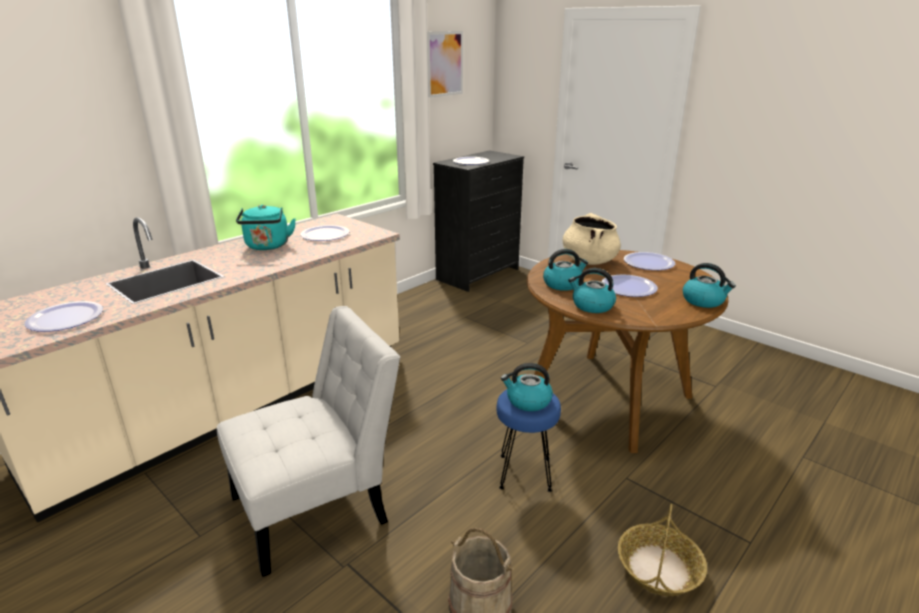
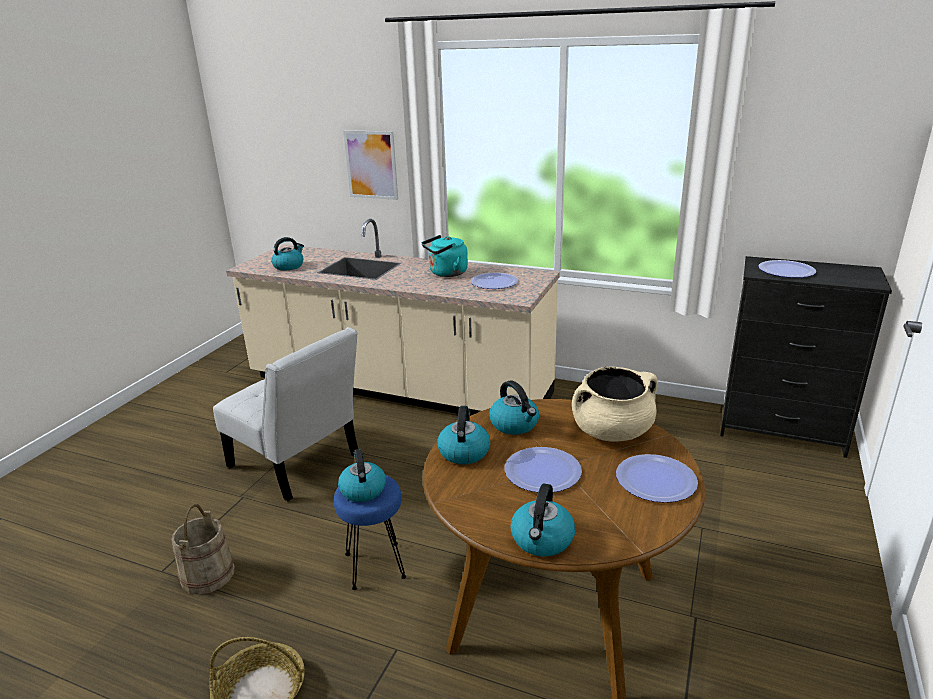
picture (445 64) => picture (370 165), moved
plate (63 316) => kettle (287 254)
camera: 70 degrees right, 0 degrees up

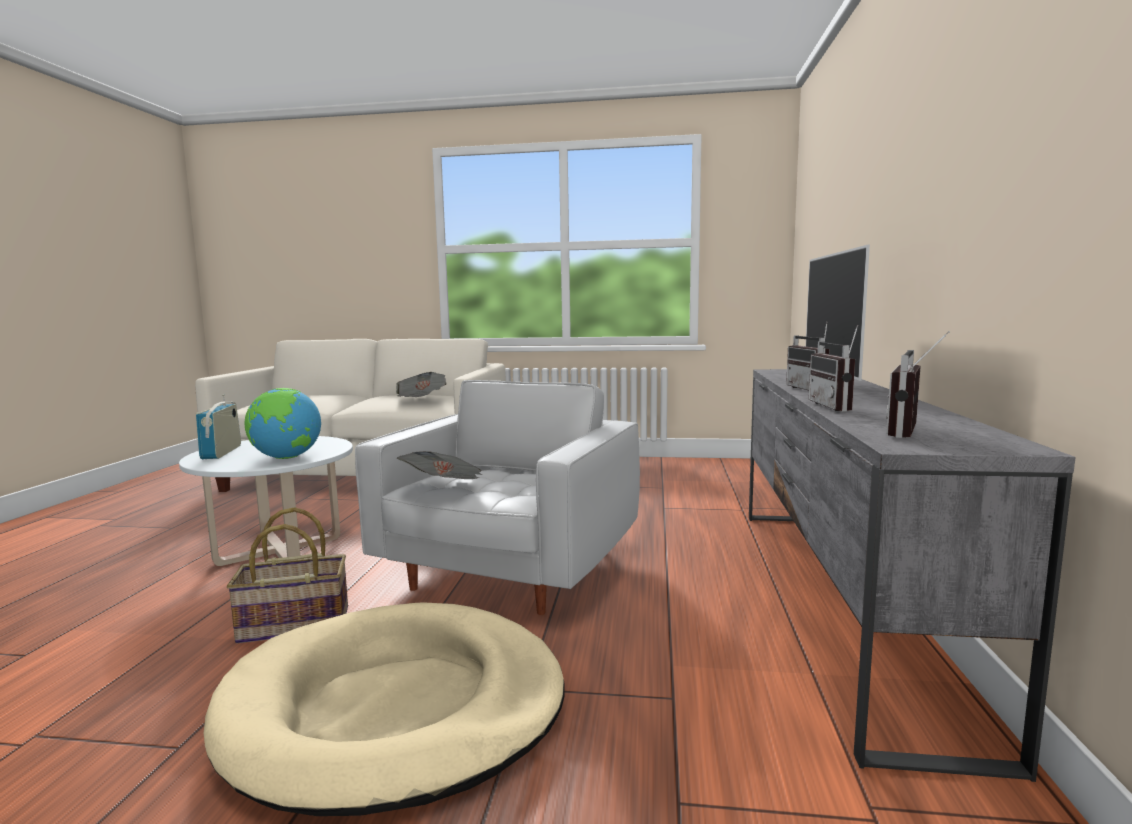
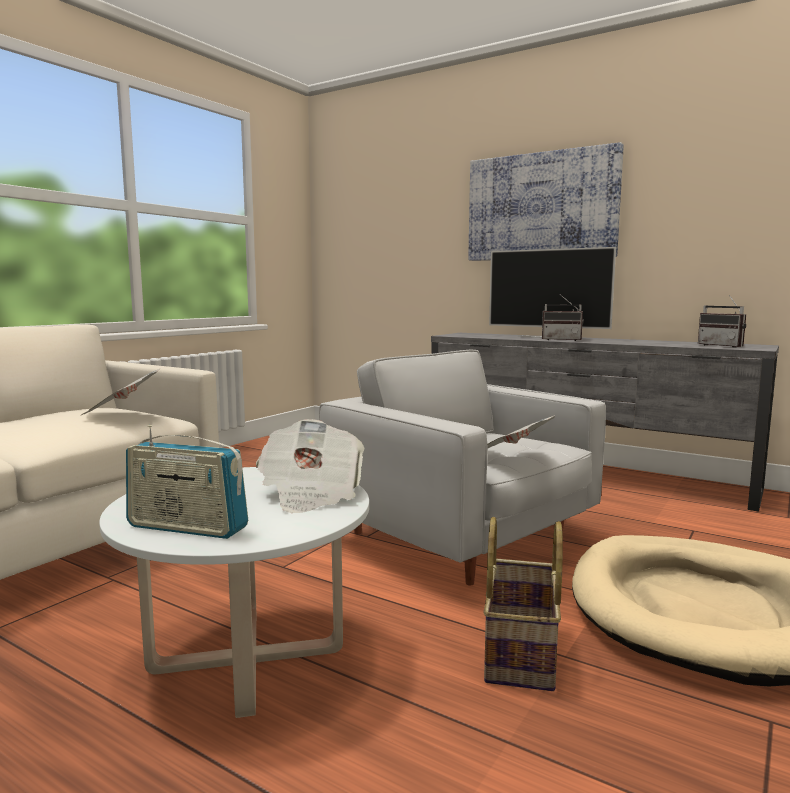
radio (833 368) => nothing
globe (283 423) => newspaper (310 466)
nothing => picture (546 201)
camera: 65 degrees left, 0 degrees up

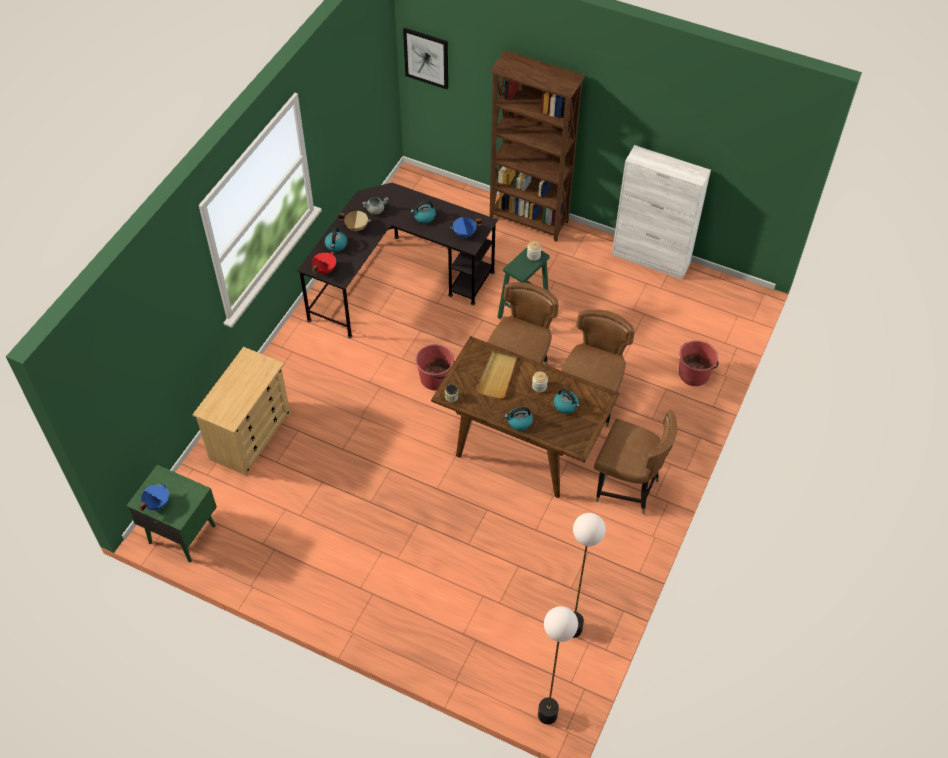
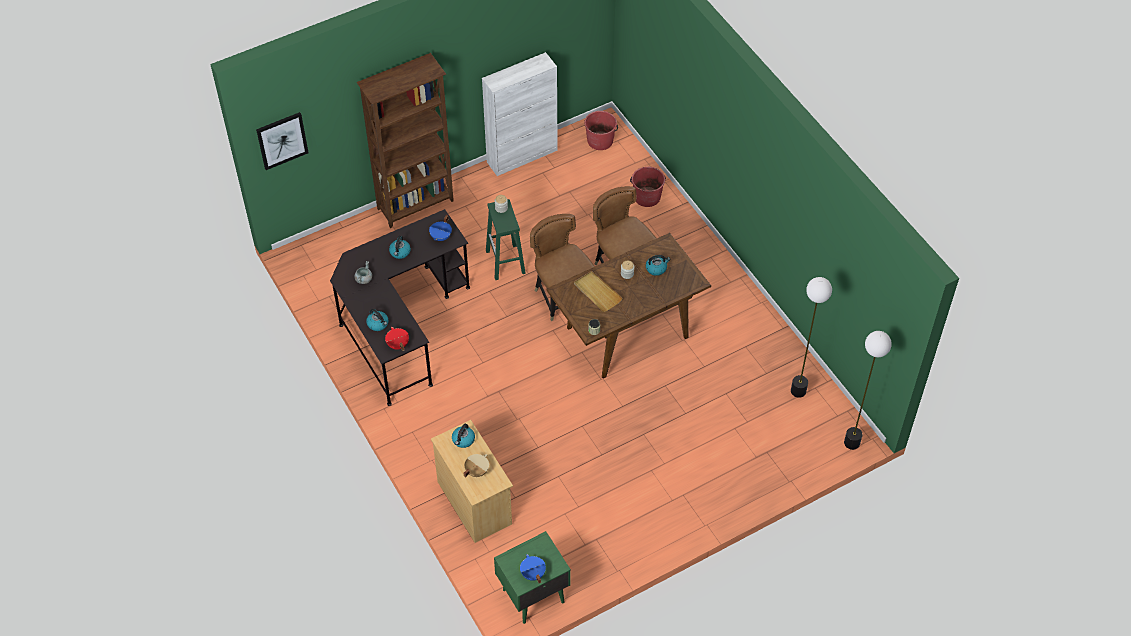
beige cooking pot (355 221) => beige cooking pot (476 465), moved
red bucket (435 367) => red bucket (601 130), moved
kettle (518 419) => kettle (463 436), moved
brown chair (635 462) => nothing
camera: 55 degrees left, 0 degrees up

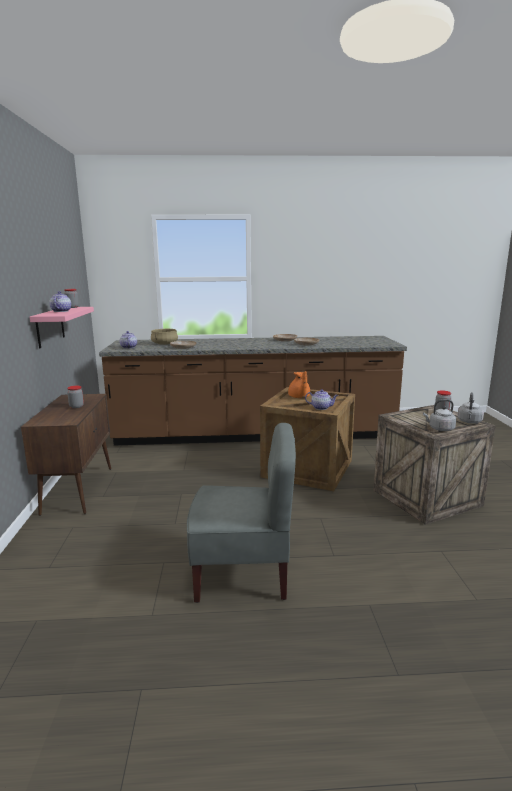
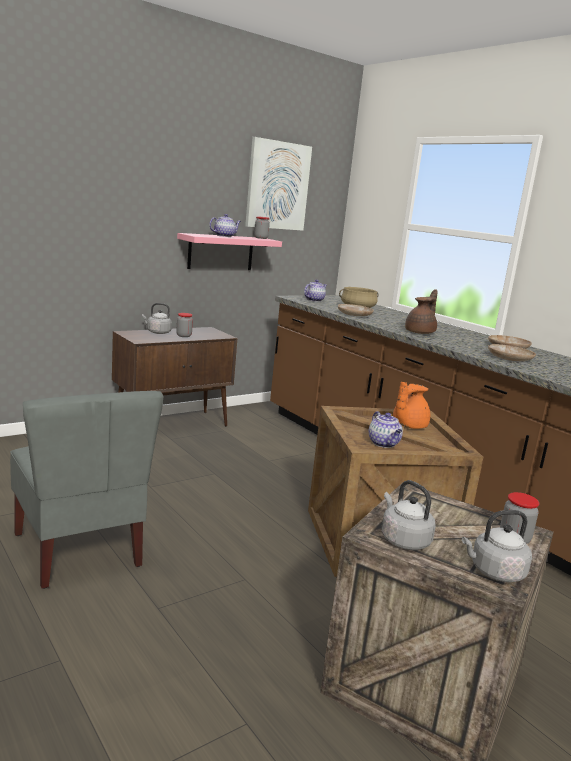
nothing => picture (278 184)
nothing => brown teapot (421 311)
nothing => grey kettle (157 318)
camera: 55 degrees right, 0 degrees up

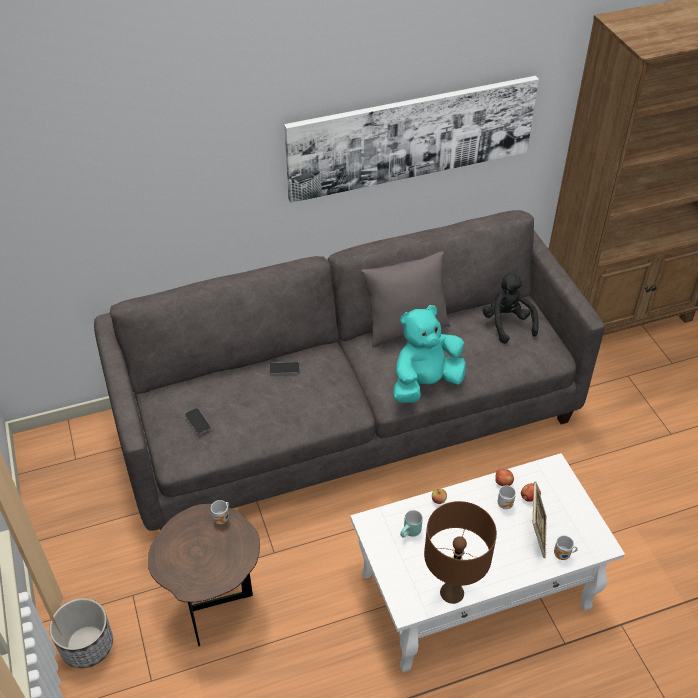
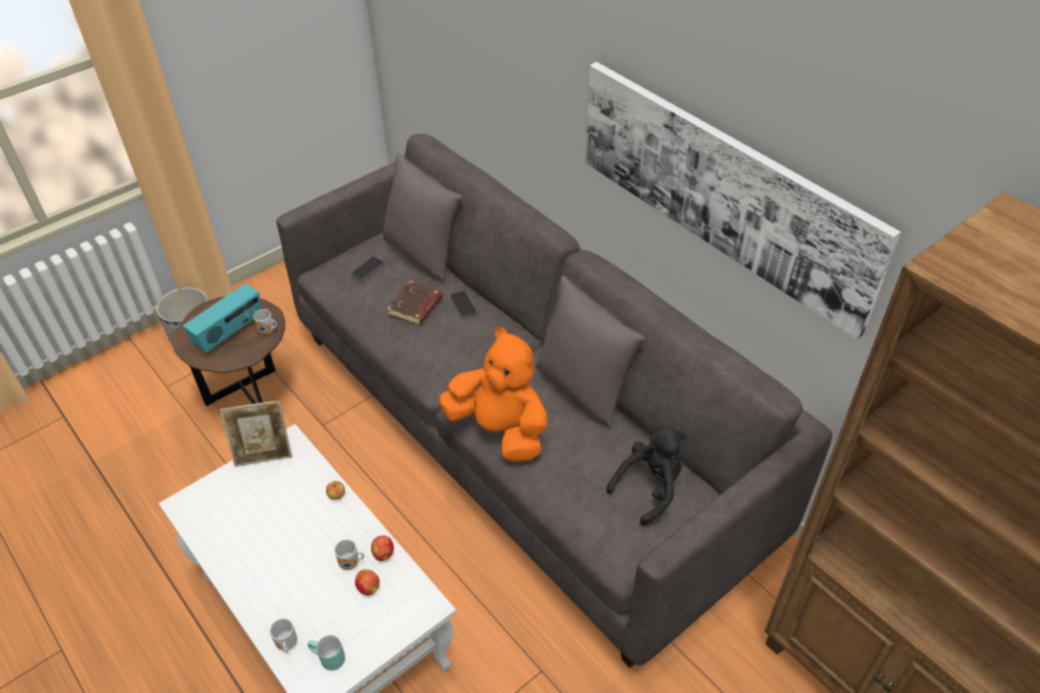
turquoise plush toy (429 354) => orange plush toy (493 394)
picture frame (540 520) => picture frame (256 433), moved
brown table lamp (460 552) => nothing
turquoise mug (411 524) => turquoise mug (326 652), moved
nothing => grey pillow (422 218)
nothing => brown book (415 302)
nothing => radio (222 318)
camera: 70 degrees right, 0 degrees up

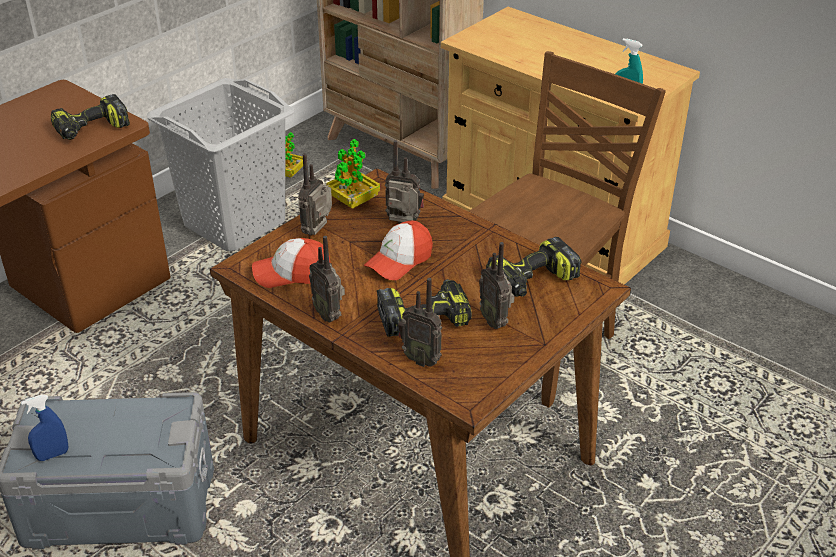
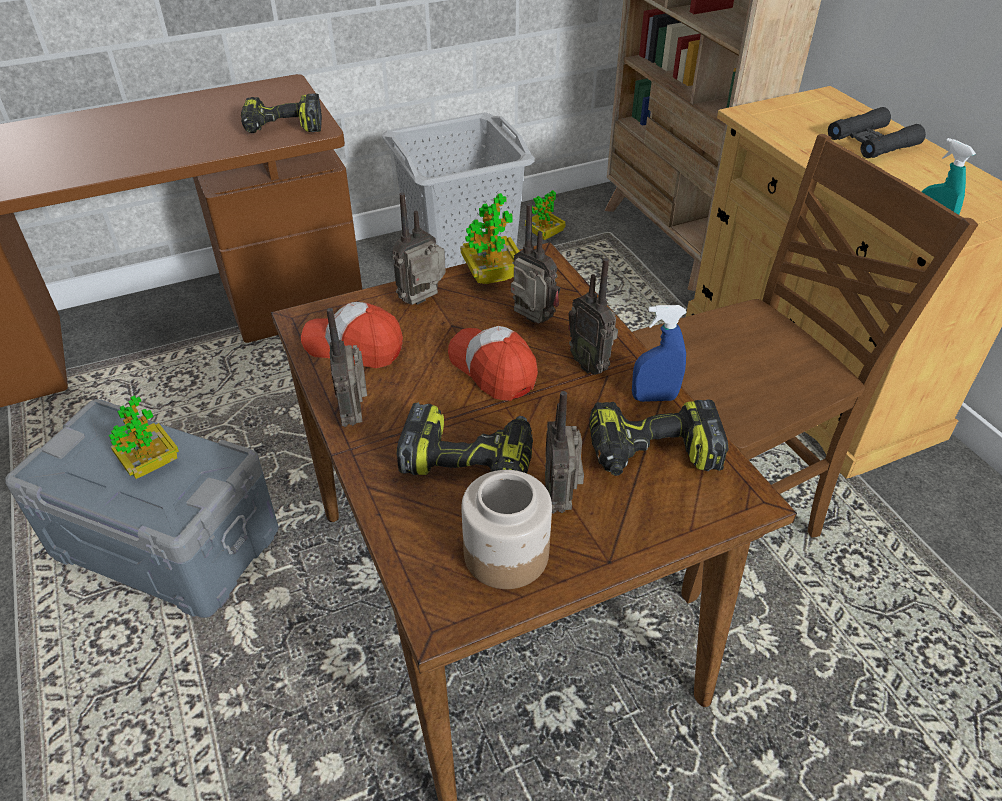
cap (398 250) => cap (493 363), 75 degrees clockwise
radio (420 322) => radio (593 316), moved
blue spray bottle (44 428) => blue spray bottle (659 353), moved
nothing => black binoculars (877 132)
nothing => potted plant (144 437)
nothing => jar (506 529)
camera: 25 degrees right, 5 degrees up

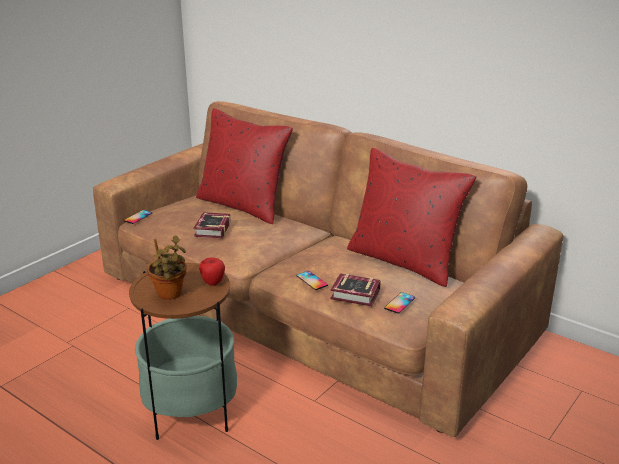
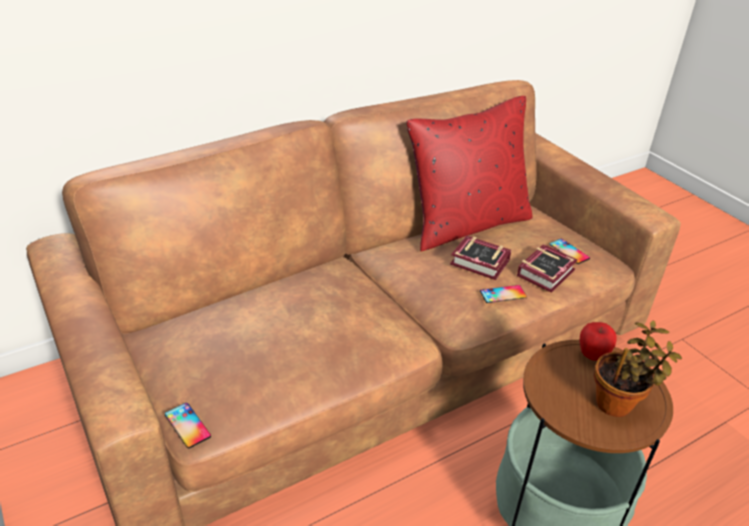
red pillow (244 166) => nothing
book (212 225) => book (481 257), moved
camera: 70 degrees left, 10 degrees up

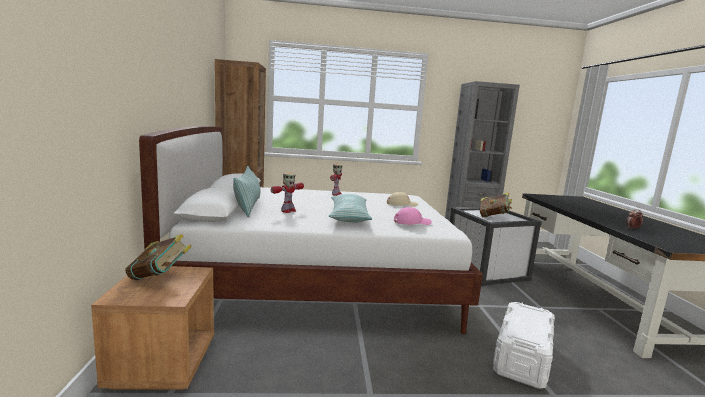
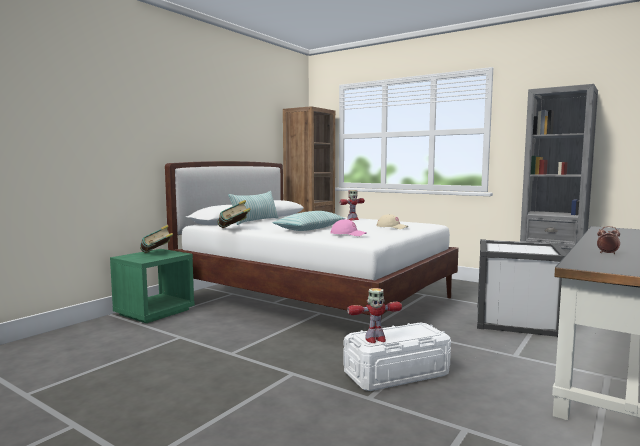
toy robot (287 193) => toy robot (374 315), moved
book (496 204) => book (234 214), moved
brown nightstand (152 328) => green nightstand (152 286)
camera: 40 degrees right, 5 degrees down

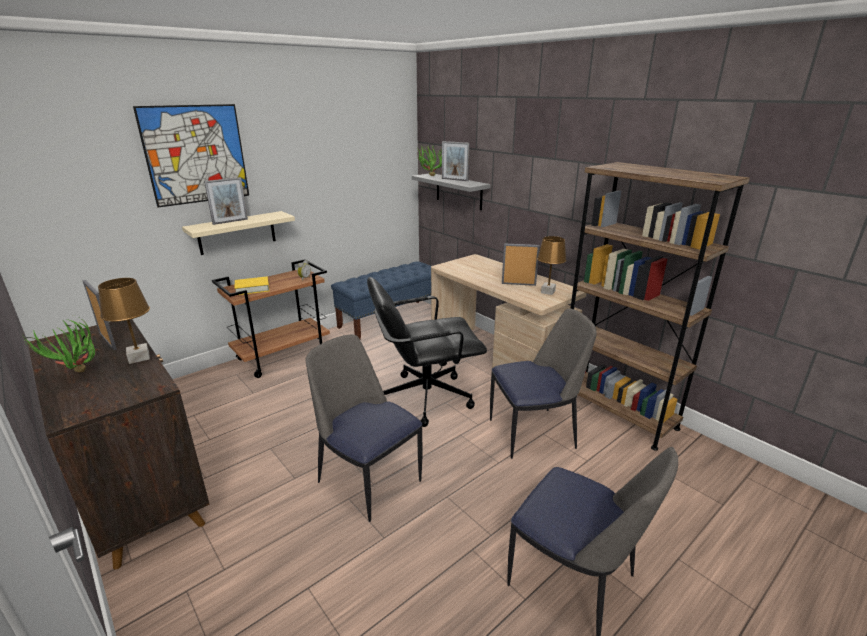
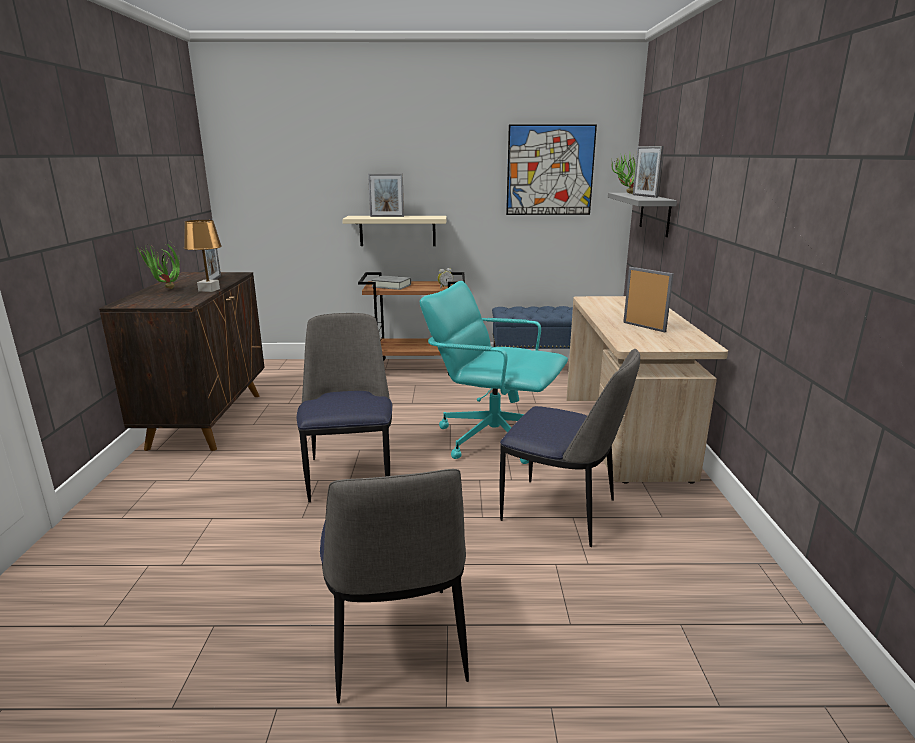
picture (191 155) => picture (551 170), moved
brown bookcase (660 306) => nothing
brown table lamp (552 265) => nothing
yellow book (251 285) => grey book (391 282)
black office chair (427 352) => turquoise office chair (494 372)
camera: 40 degrees right, 5 degrees down

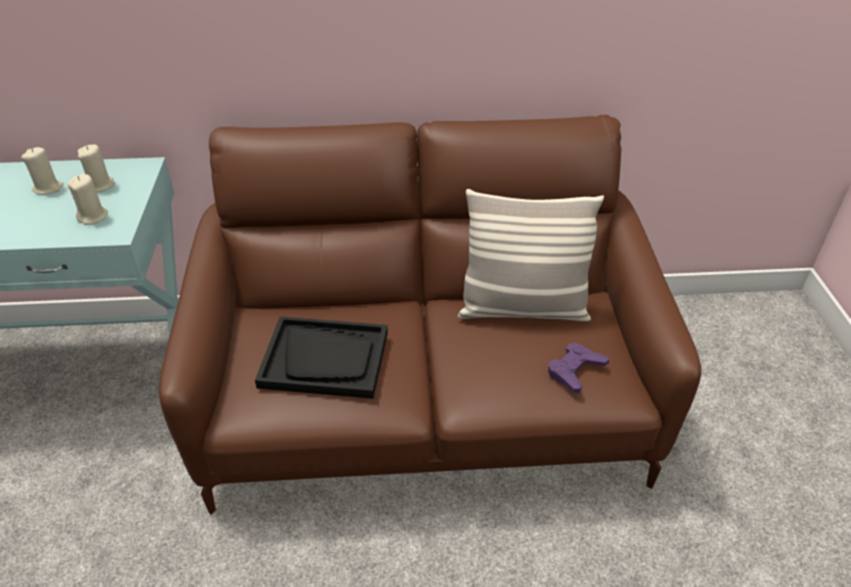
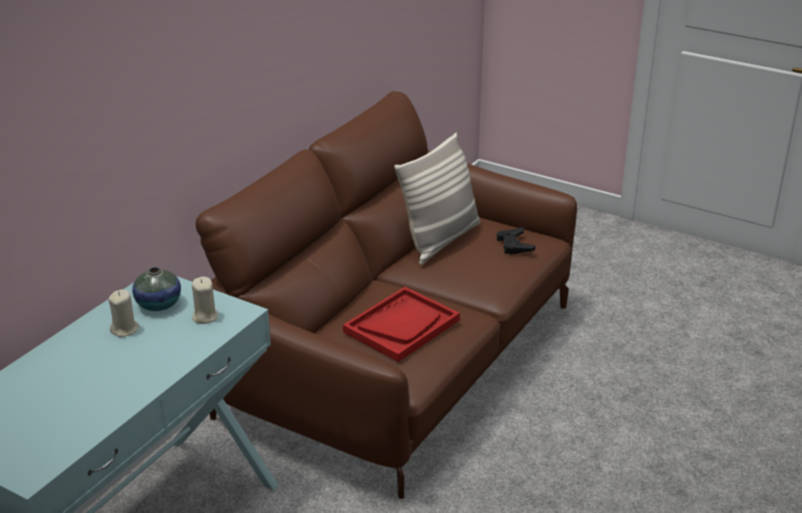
beige candle (96 168) => vase (156 289)
black tray (321 357) => red tray (401 324)
purple game controller (578 367) => black game controller (516 241)
camera: 55 degrees left, 10 degrees down

